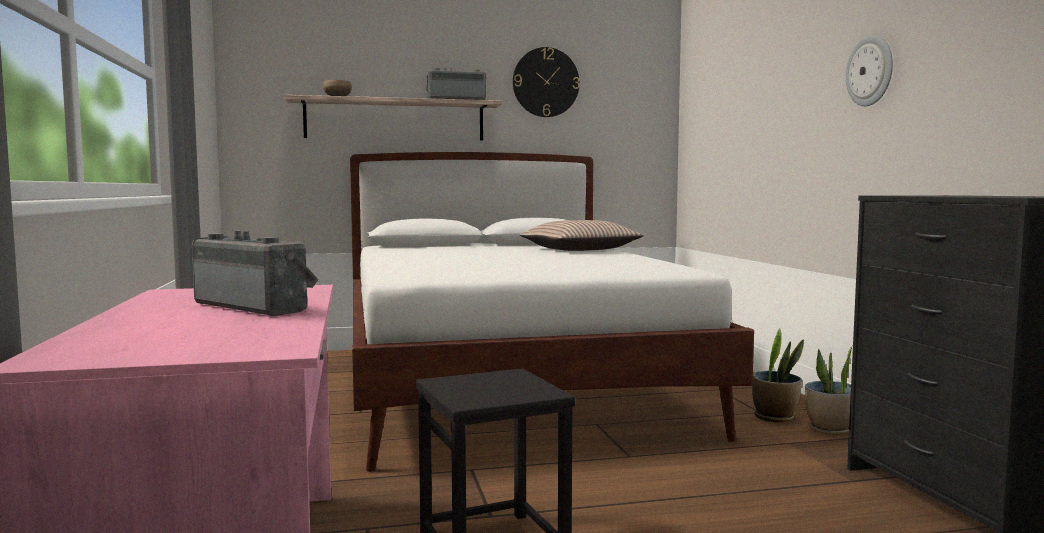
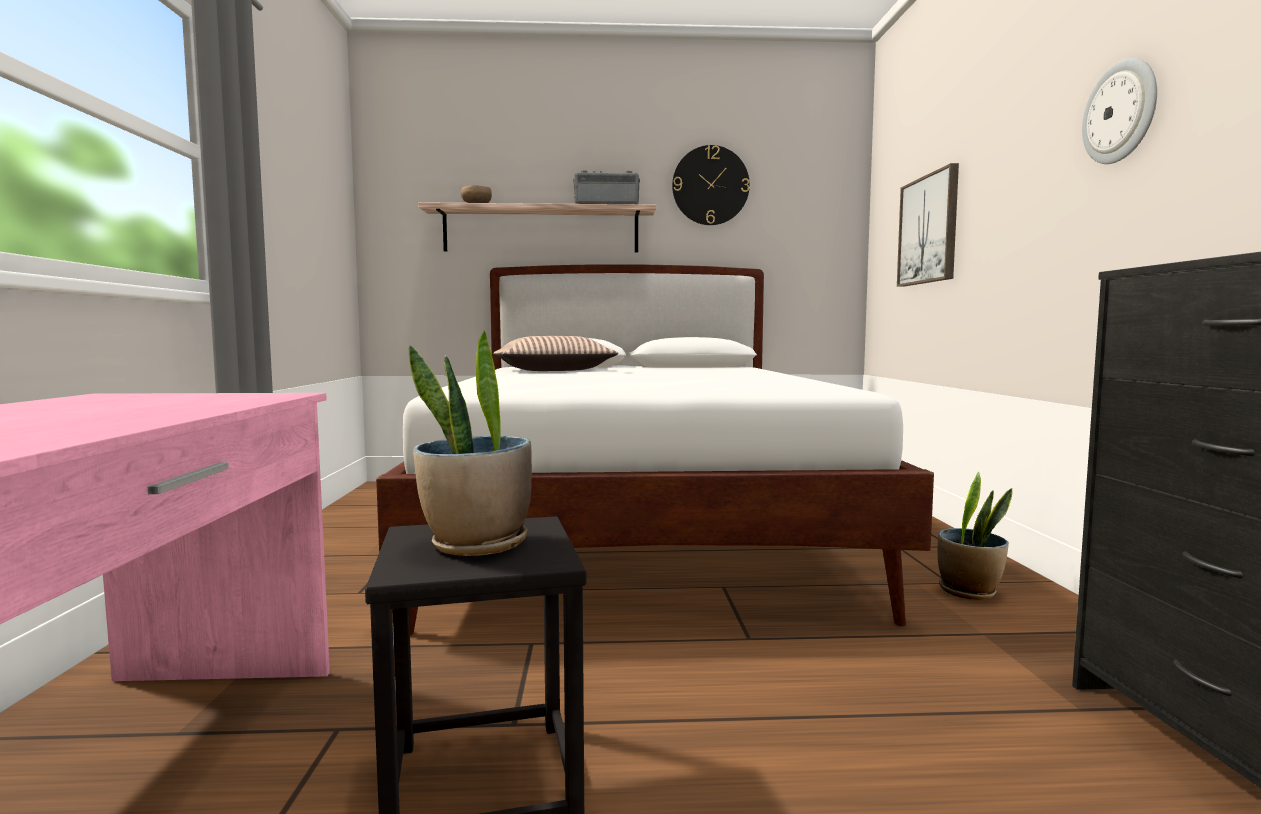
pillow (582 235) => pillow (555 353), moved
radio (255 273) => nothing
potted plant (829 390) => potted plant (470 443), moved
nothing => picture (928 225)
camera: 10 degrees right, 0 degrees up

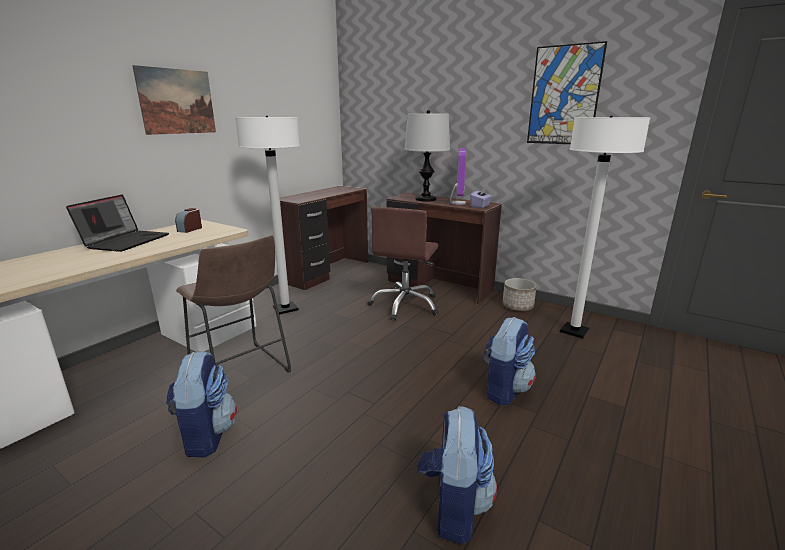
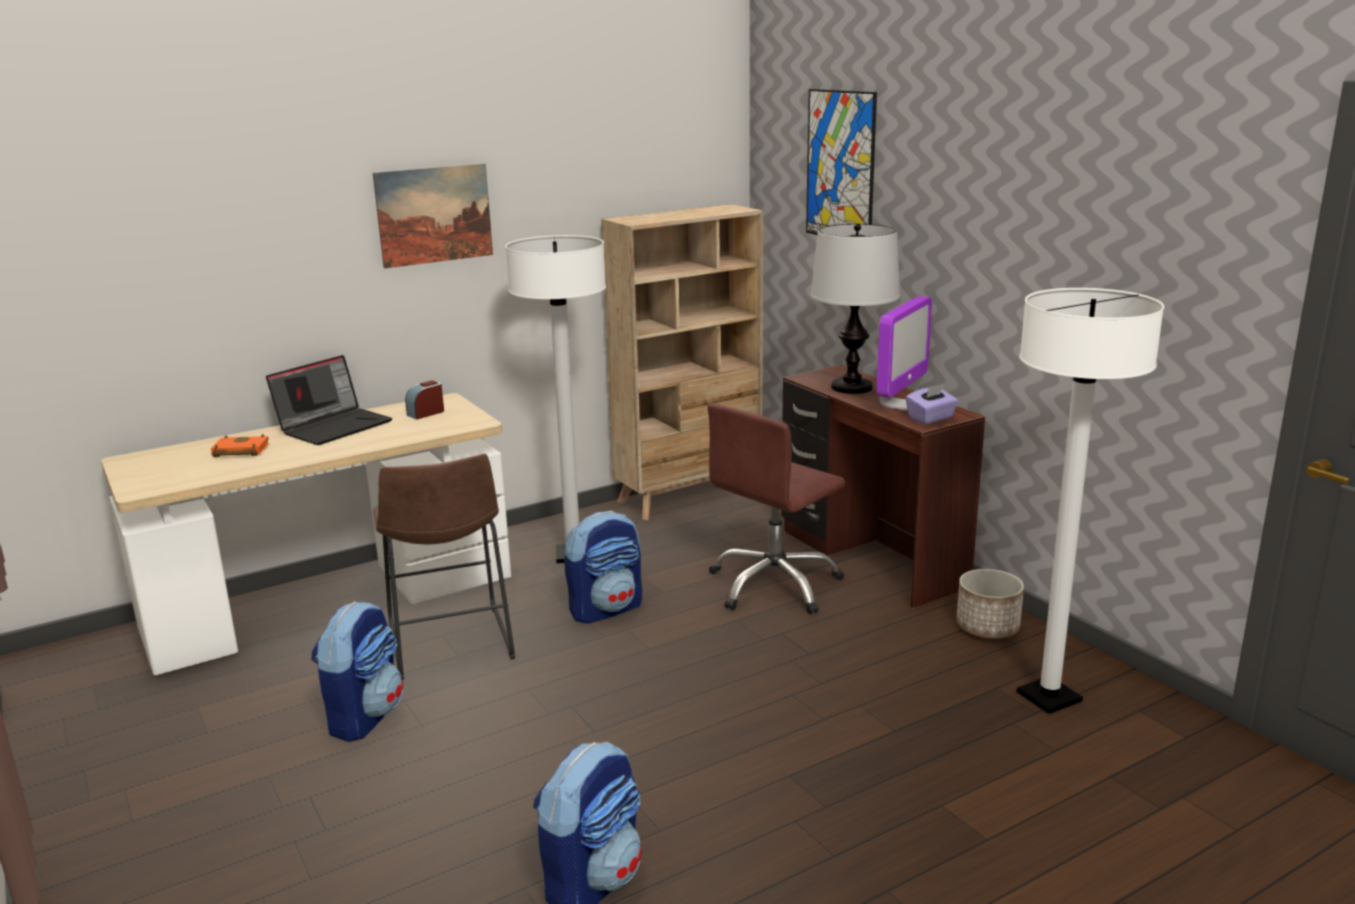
picture (567 92) => picture (841 162), moved
brown desk (324 238) => beige bookcase (682 362)
backpack (509 361) => backpack (603 567), moved
nothing => orange book (240 445)
camera: 25 degrees right, 0 degrees up

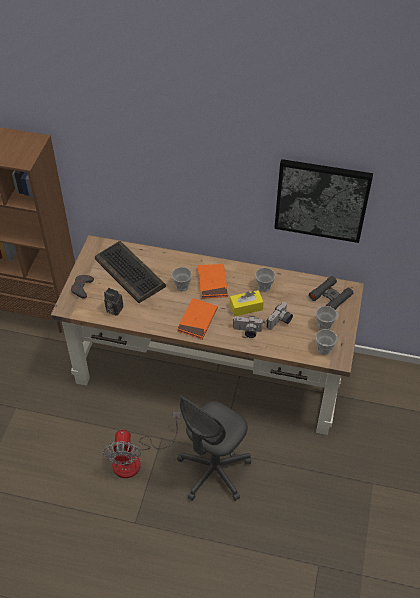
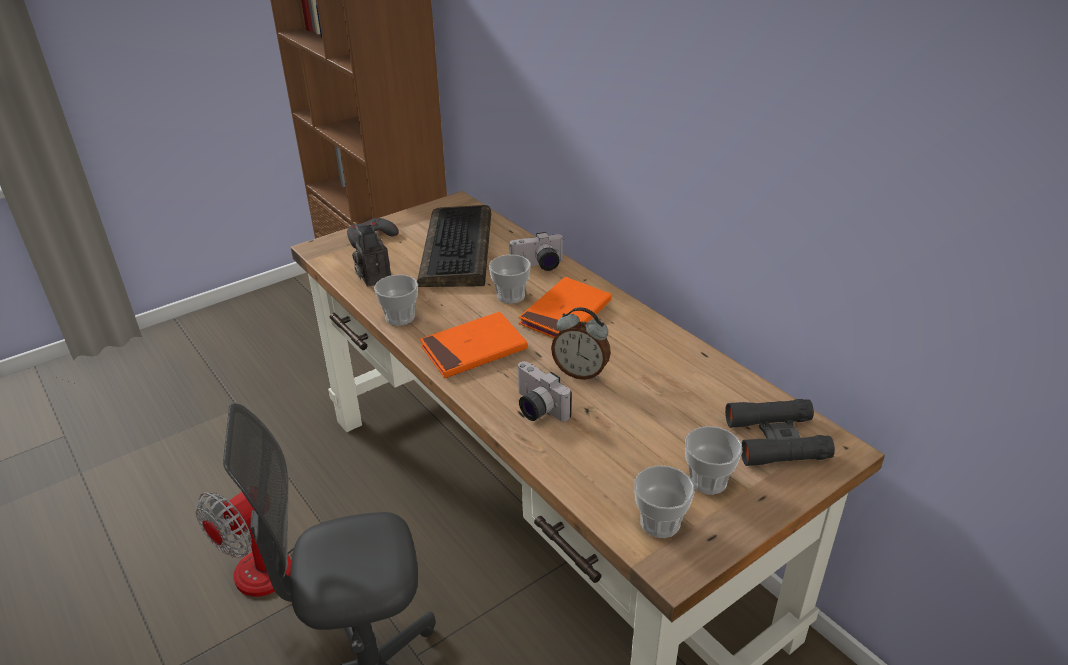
picture (323 201) => nothing
cup (265 280) => cup (396 300), moved
yellow tissue box (247 303) => alarm clock (581 343)
photo camera (280 316) => photo camera (536 251), moved
camera: 40 degrees right, 15 degrees down

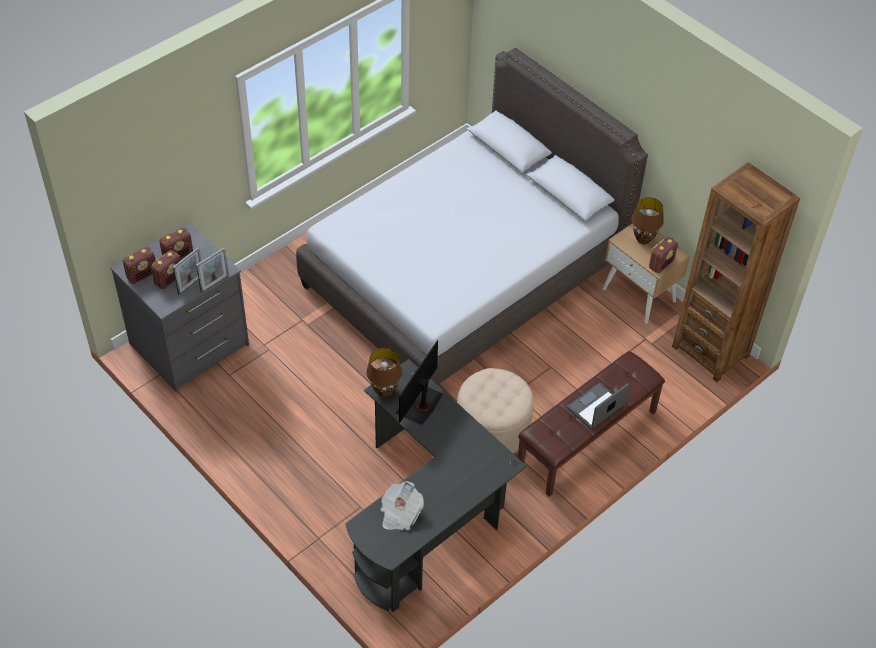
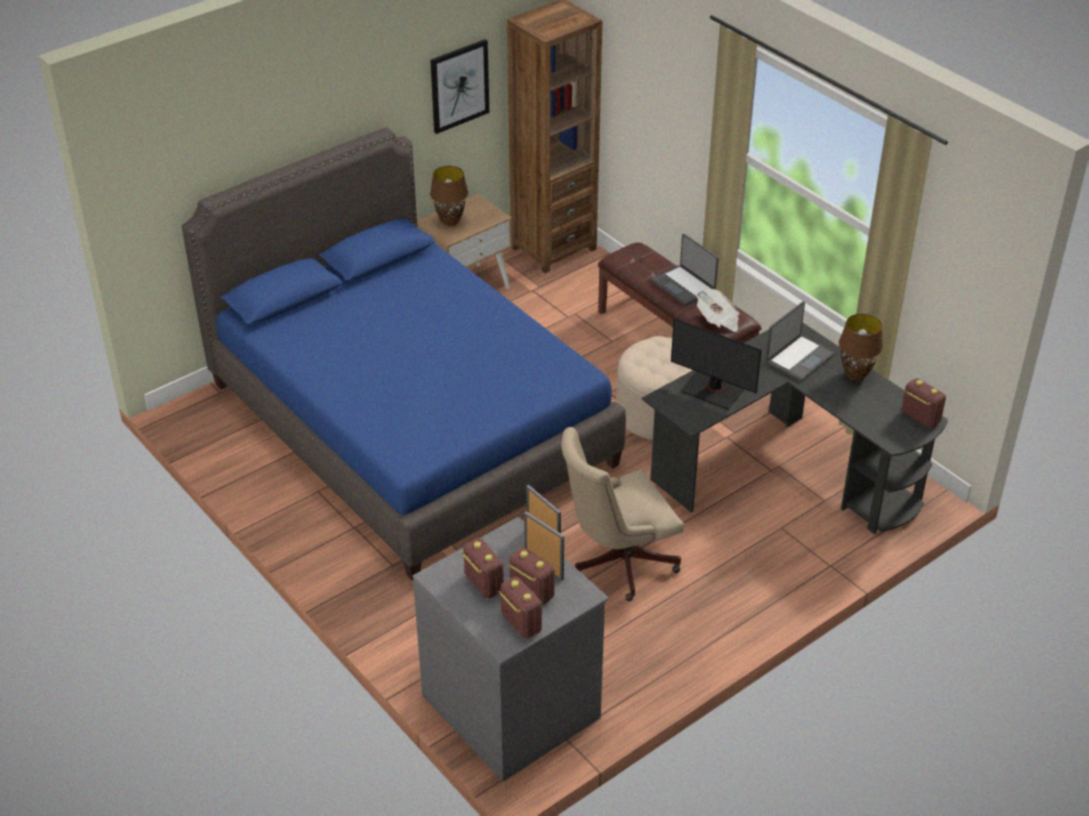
grey bed (472 216) => blue bed (404 354)
radio (663 255) => radio (924 403), moved
brown table lamp (384 372) => brown table lamp (861 347), moved
newspaper (402 505) => newspaper (718 310), moved
nothing => picture (459 86)
nothing => laptop (800 341)
nothing => beige office chair (622 514)
camera: 85 degrees left, 10 degrees down

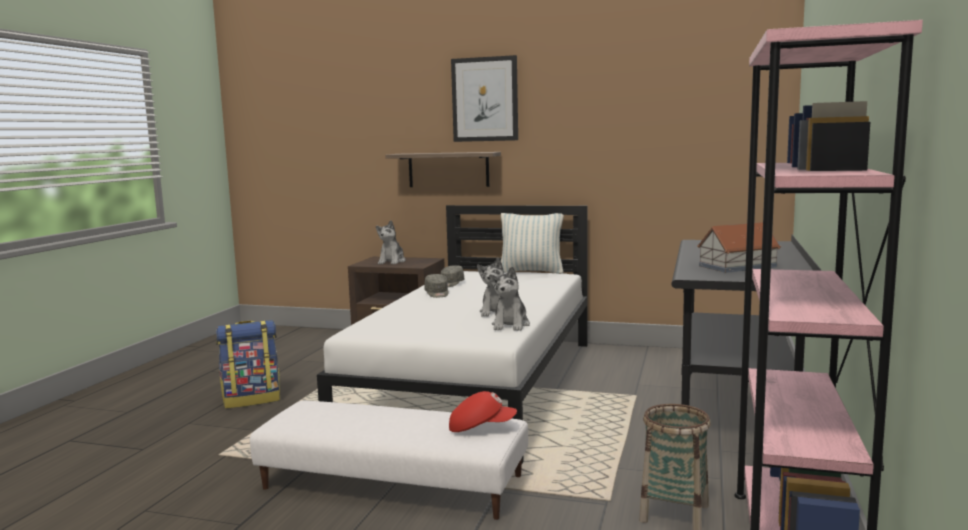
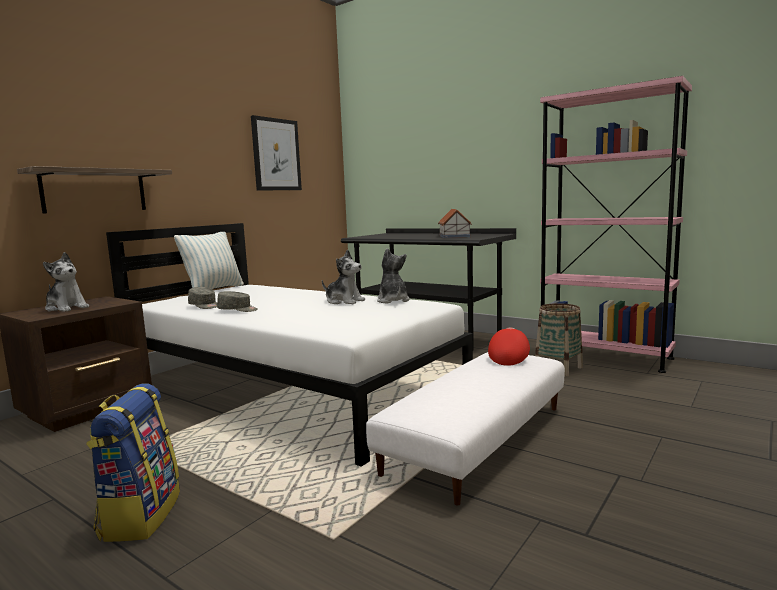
picture (484 98) => picture (276 152), moved
plush toy (509 299) => plush toy (393 276), 135 degrees counterclockwise
camera: 70 degrees left, 0 degrees up

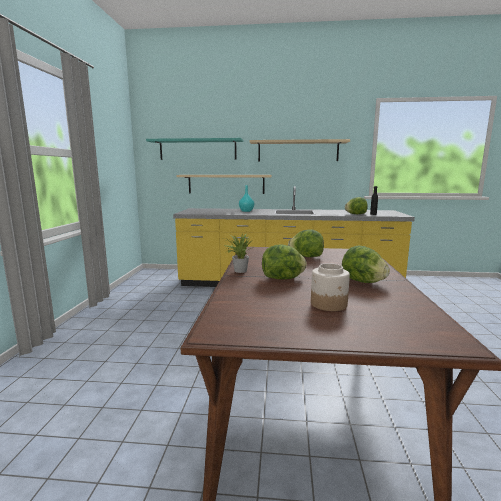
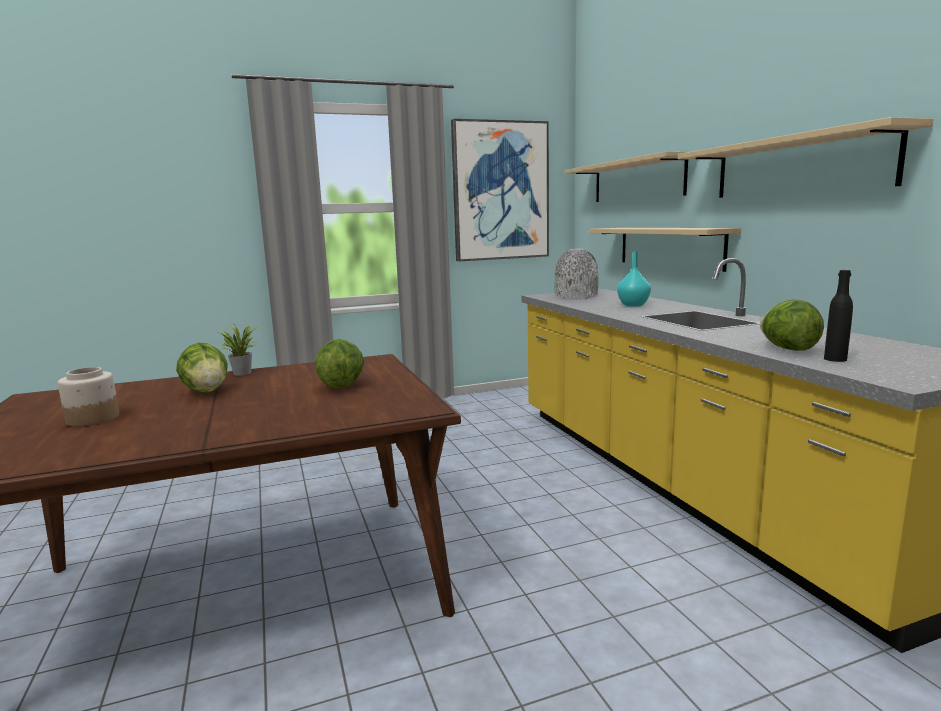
turquoise shelf (194 149) => beige shelf (628 176)
lettuce (366 264) => nothing
nothing => picture (500 190)
nothing => grey vase (577 274)
camera: 65 degrees right, 0 degrees up

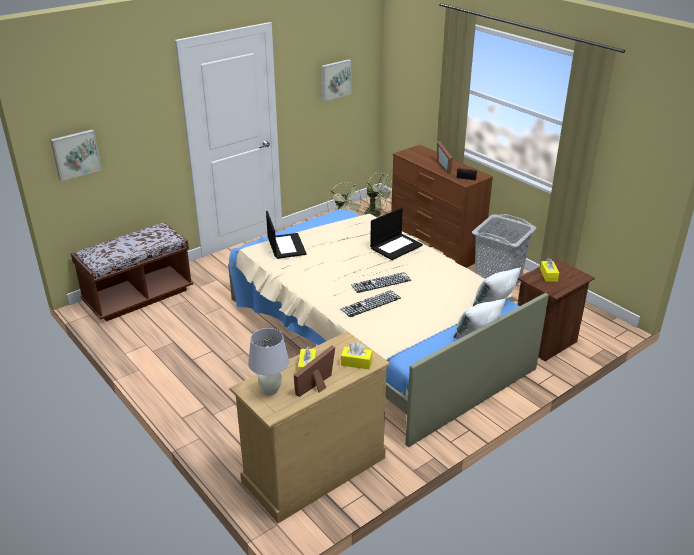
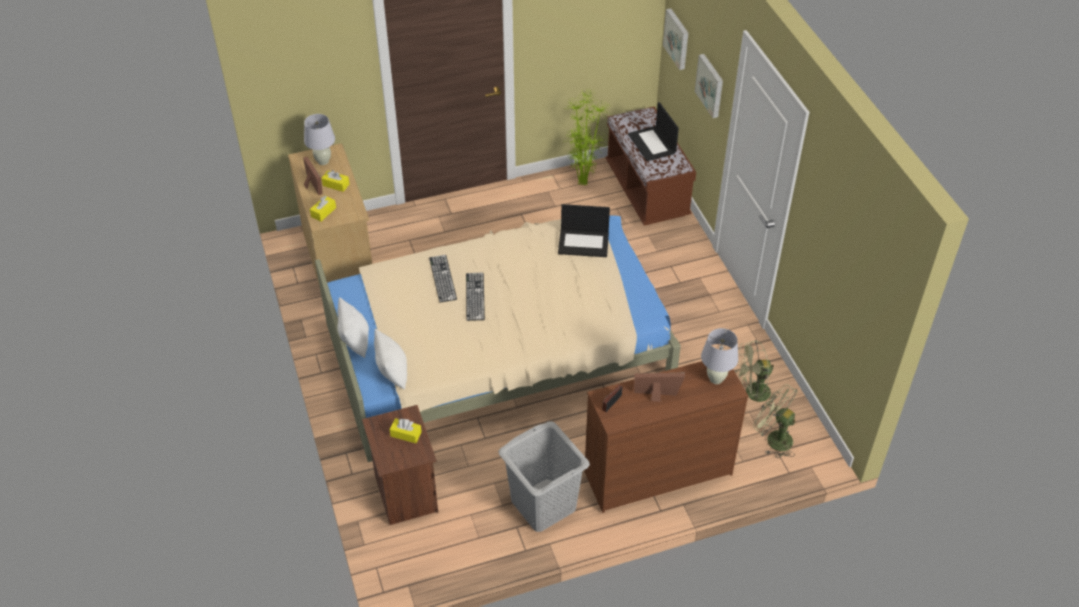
picture (336 80) => picture (709 86), moved
green fan (377 194) => green fan (775 421), 75 degrees clockwise
laptop (396 234) => laptop (653 131), moved
nothing => potted plant (587 137)
nothing => white table lamp (719 356)
camera: 110 degrees right, 15 degrees up

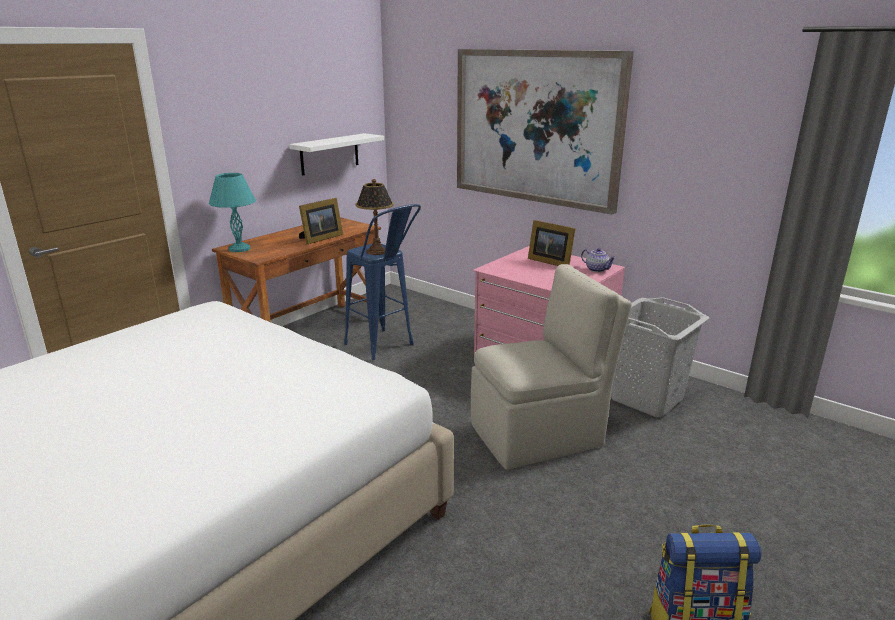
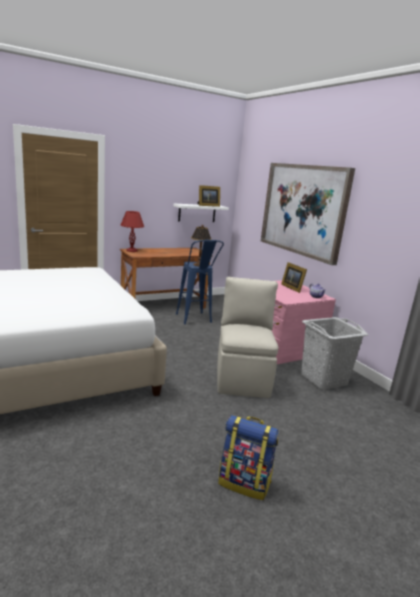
turquoise table lamp (232 212) => red table lamp (132 231)
picture frame (321 221) => picture frame (209 196), moved
beige chair (551 367) => beige chair (247 337), 90 degrees counterclockwise
camera: 20 degrees right, 5 degrees down

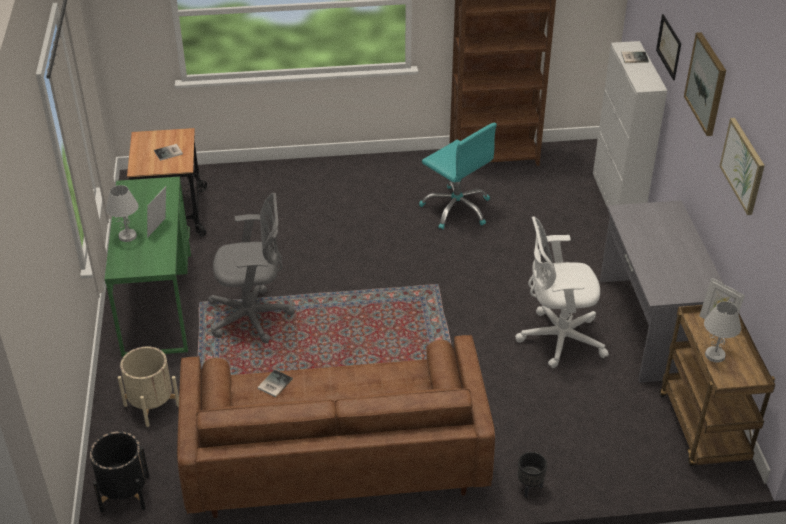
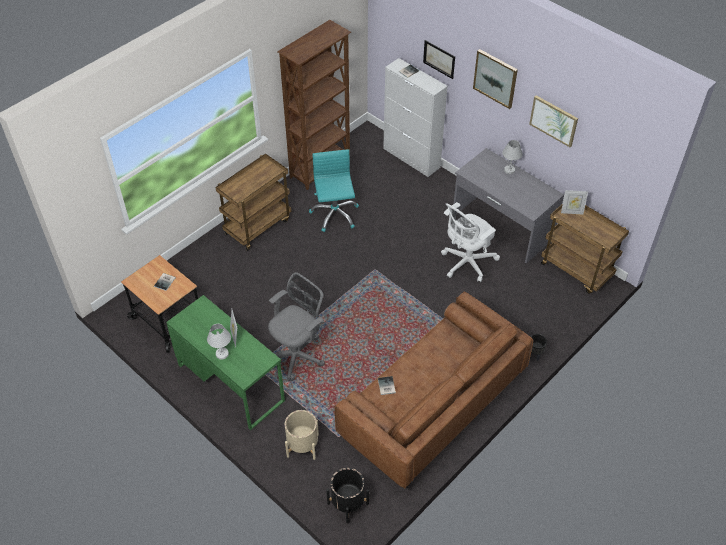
turquoise office chair (458 176) => turquoise office chair (334 190), 105 degrees counterclockwise
white table lamp (722 331) => white table lamp (512 157), moved
nothing => brown cart (253 202)
camera: 40 degrees left, 10 degrees up

